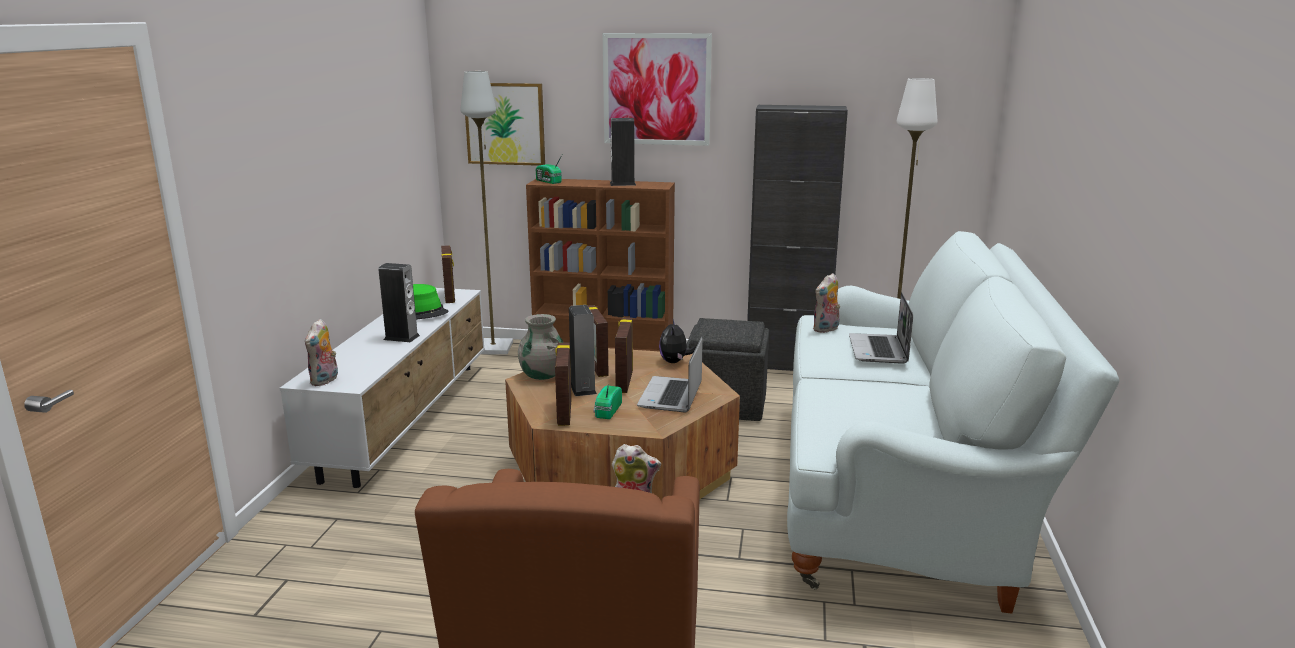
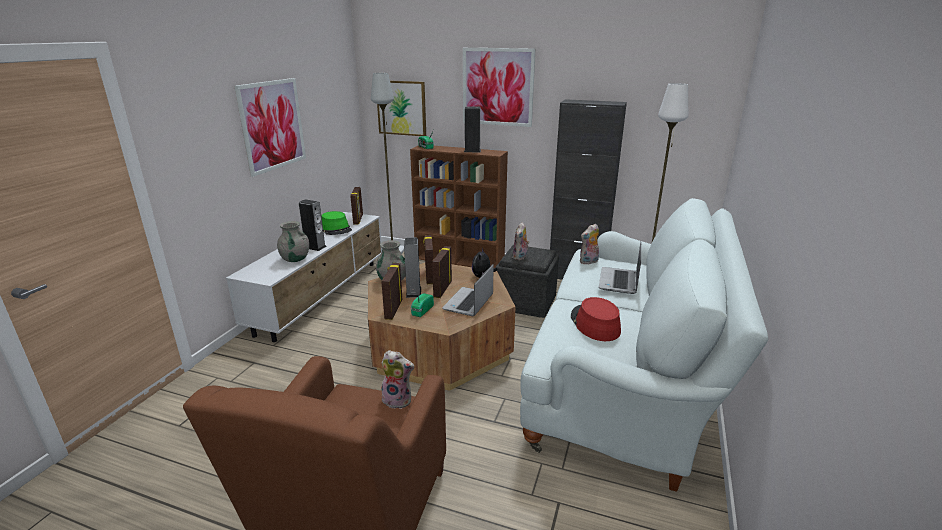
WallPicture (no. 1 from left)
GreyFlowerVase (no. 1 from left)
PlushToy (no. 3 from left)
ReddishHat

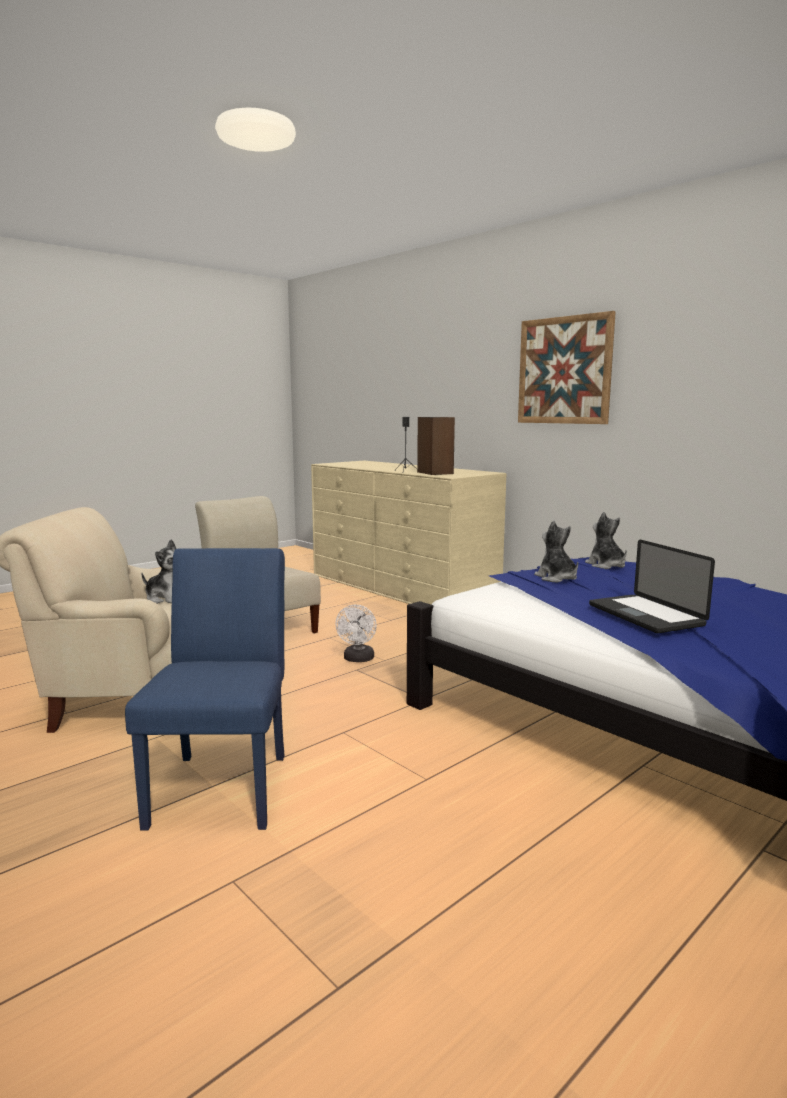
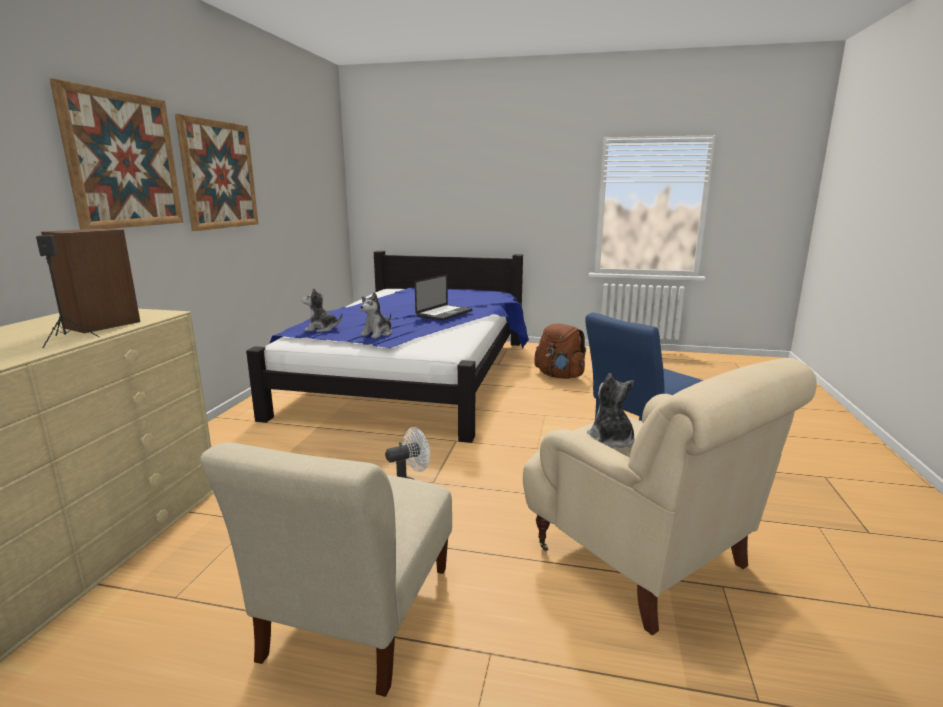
WallPicture (no. 2 from left)
PlushToy (no. 1 from left)
BrownishKnapsack

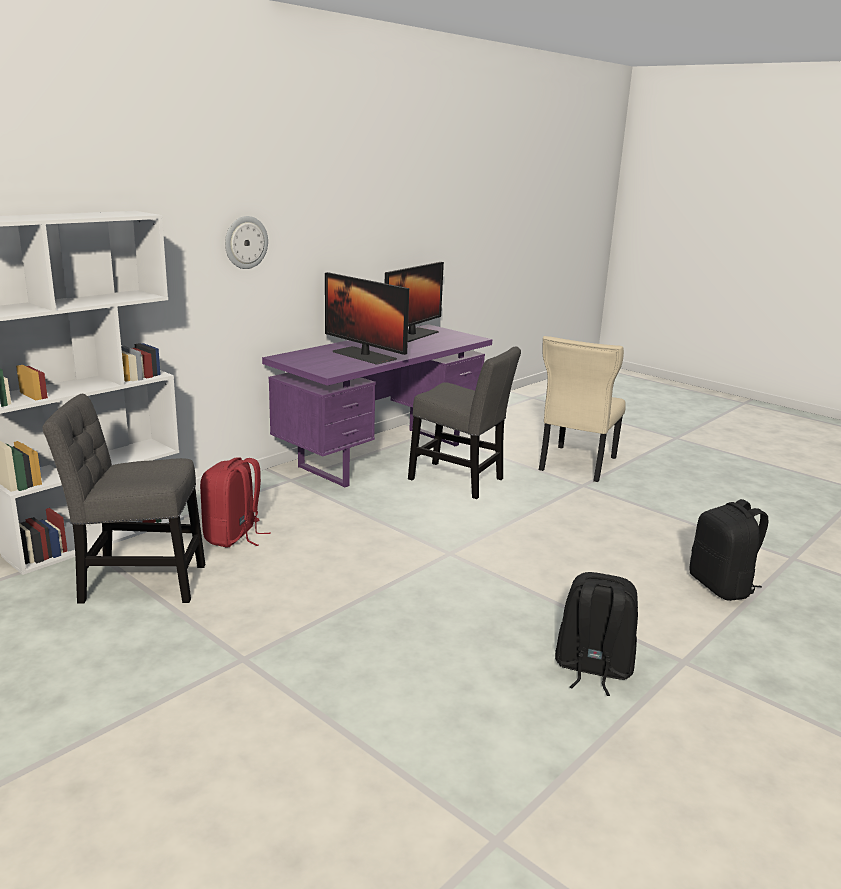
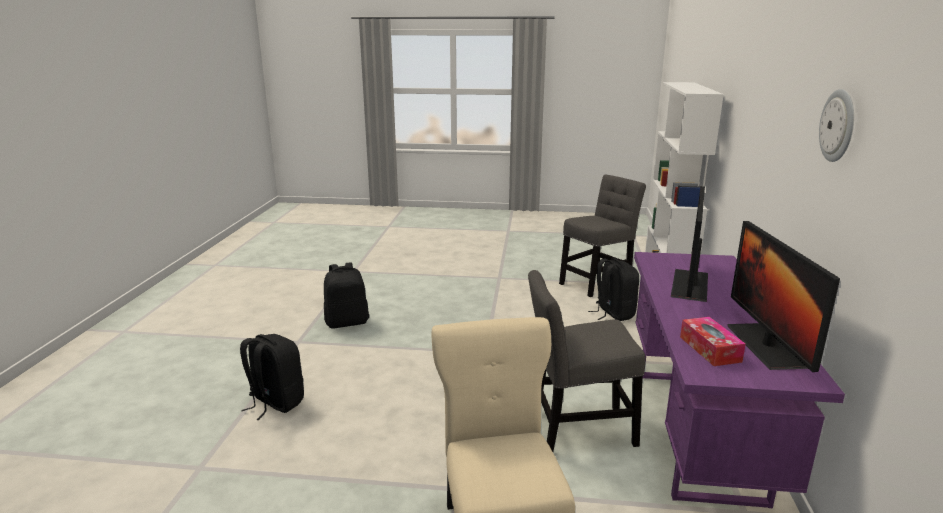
BlackishKnapsack (no. 3 from left)
ComputerDisplay (no. 1 from left)
TissueHolder
HangingClock

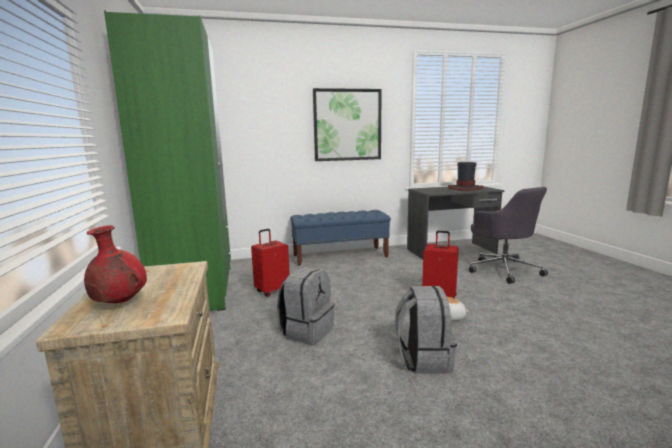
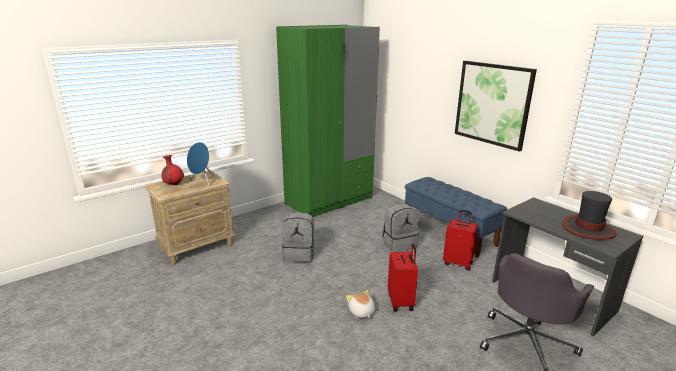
BluishAudioSpeaker
GreyKnapsack (no. 2 from left)
ReddishTravelCase (no. 2 from left)

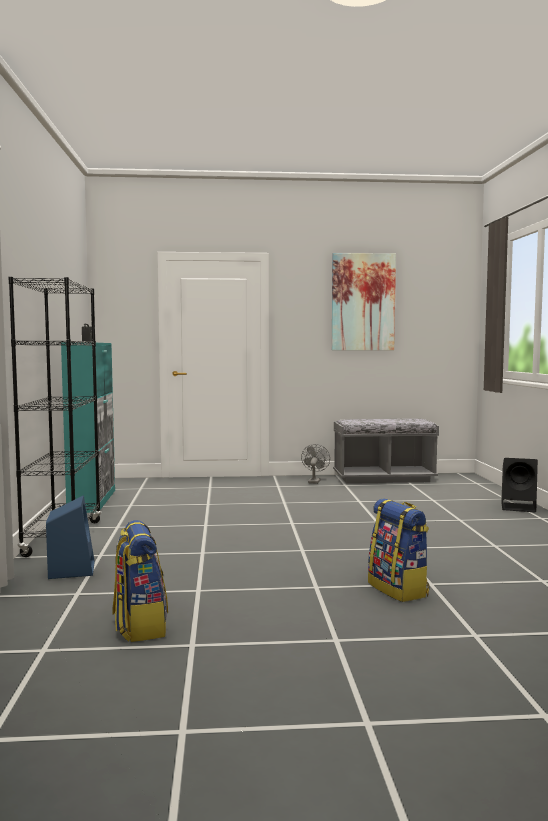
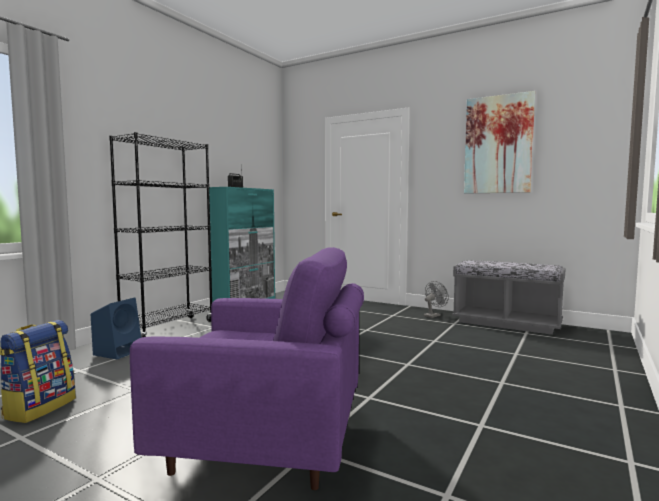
PurpleLoungeChair
BlackishAudioSpeaker

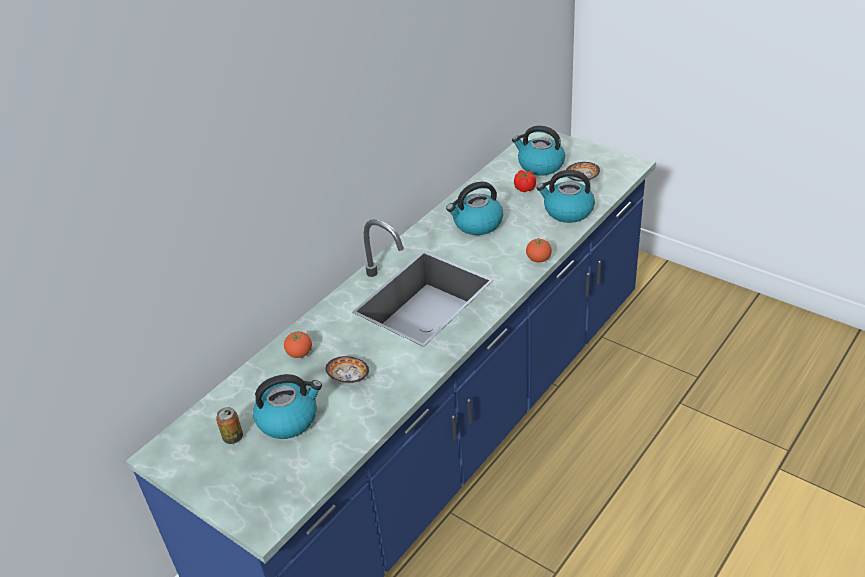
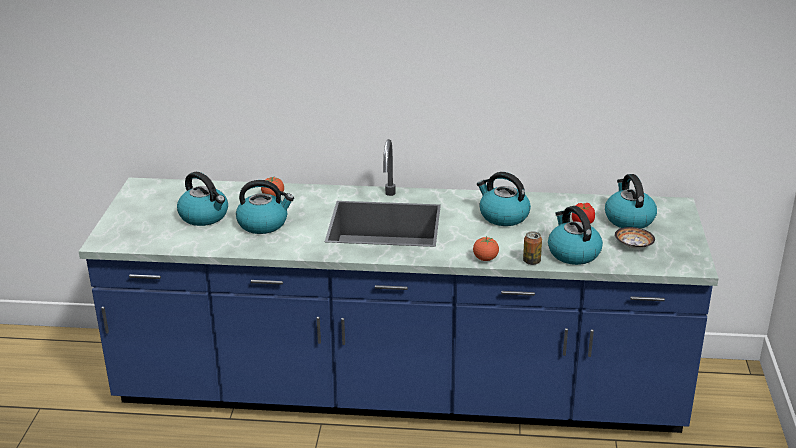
WaterKettle (no. 2 from left)
MetalCan

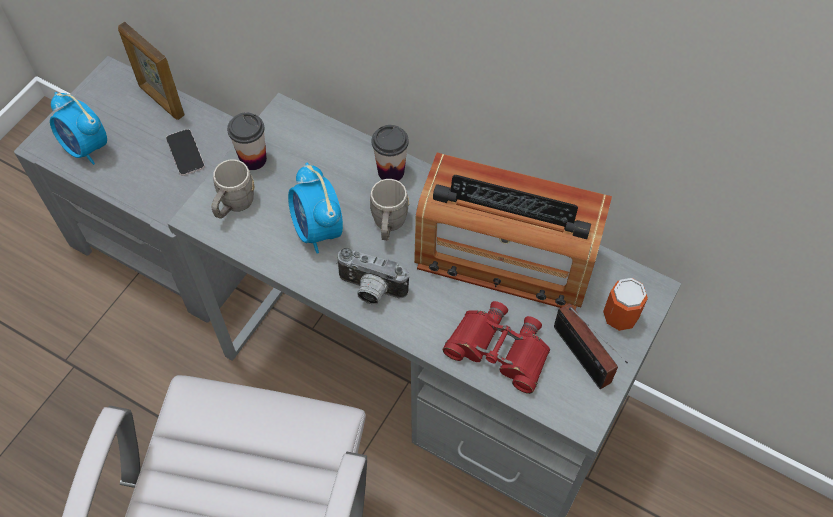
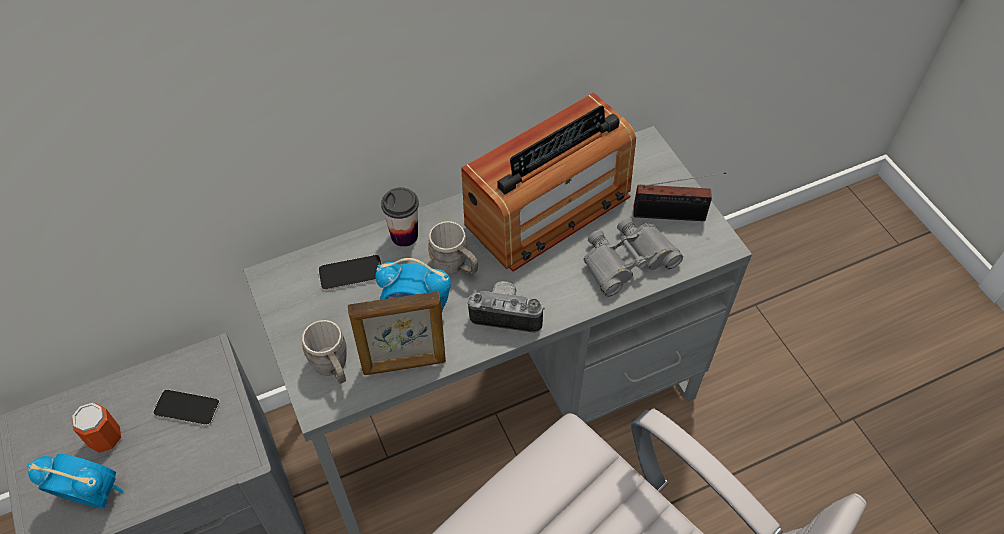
BedsideClock (no. 1 from left)
MetalCan
Handset (no. 2 from left)
StandingFrame
PhotoCamera
GreyFieldGlasses
DrinkingCup (no. 1 from left in the first image)

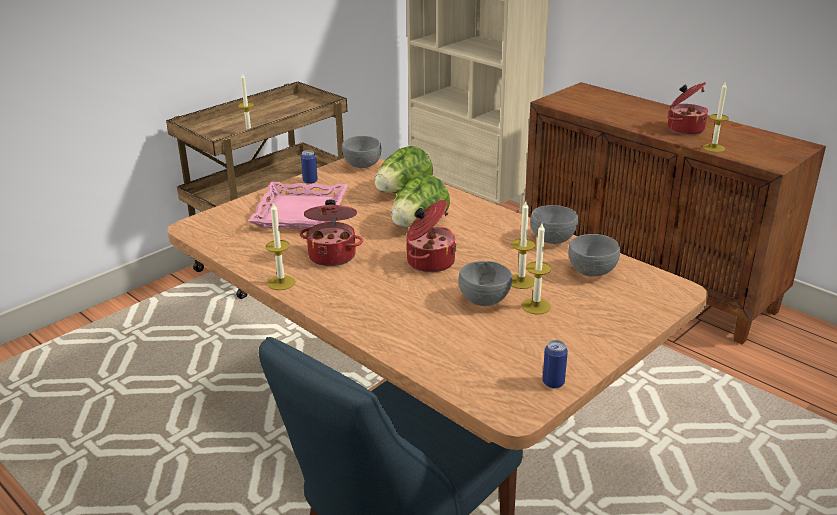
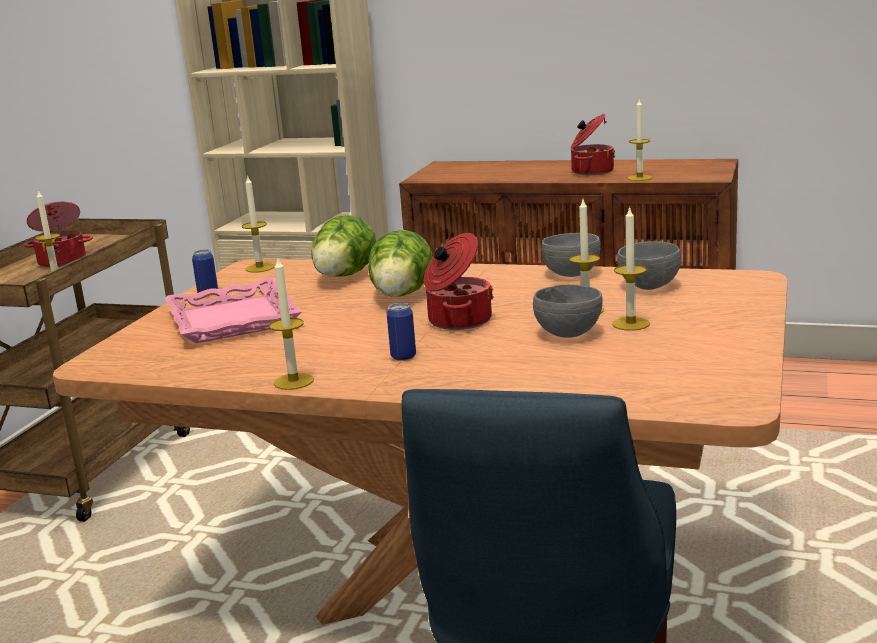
Saucepot (no. 1 from left)
WaxCandle (no. 2 from left)
MetalCan (no. 2 from left)

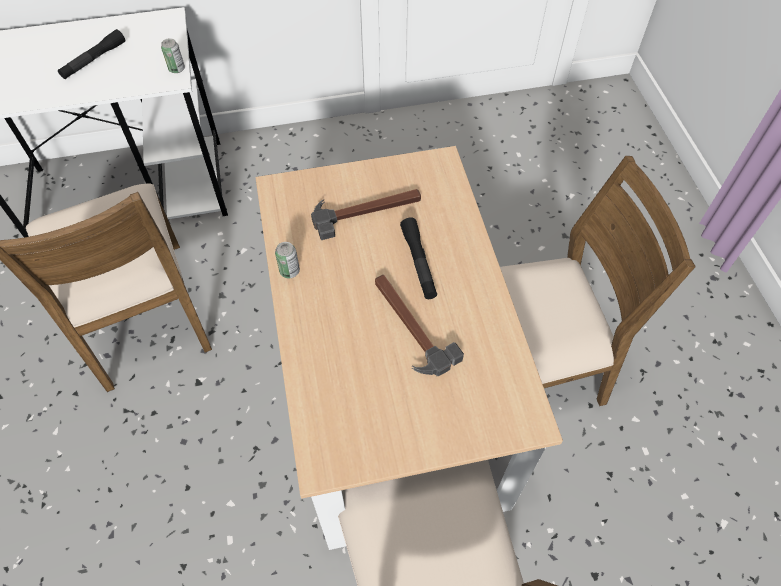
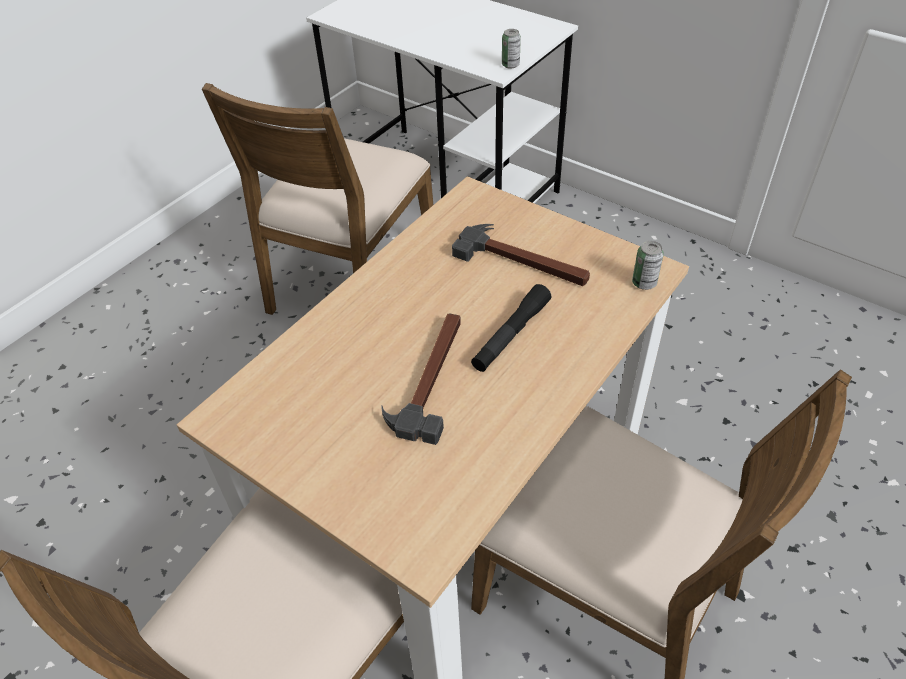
MetalCan (no. 2 from left)
BlackishTorch (no. 1 from left in the first image)

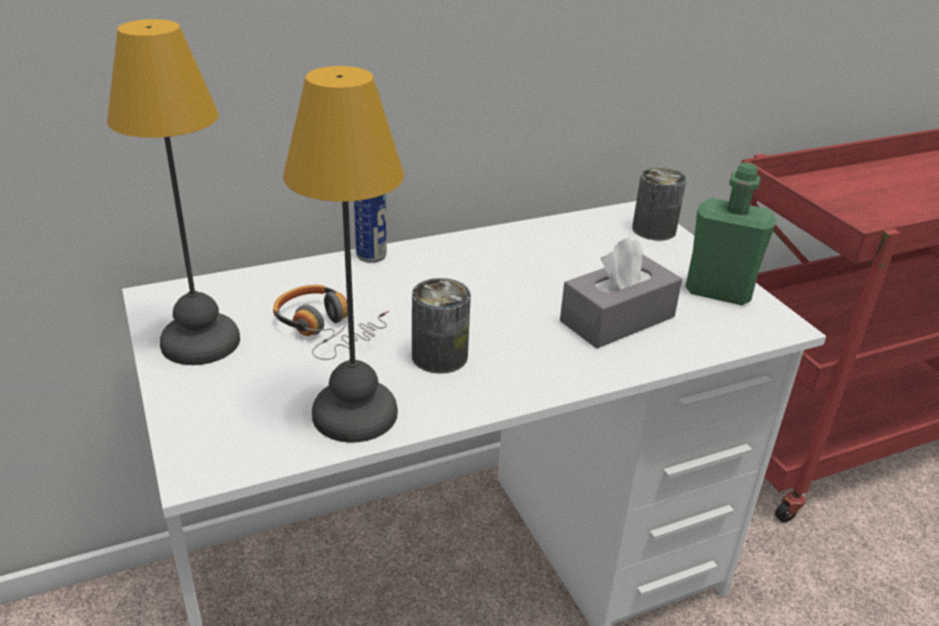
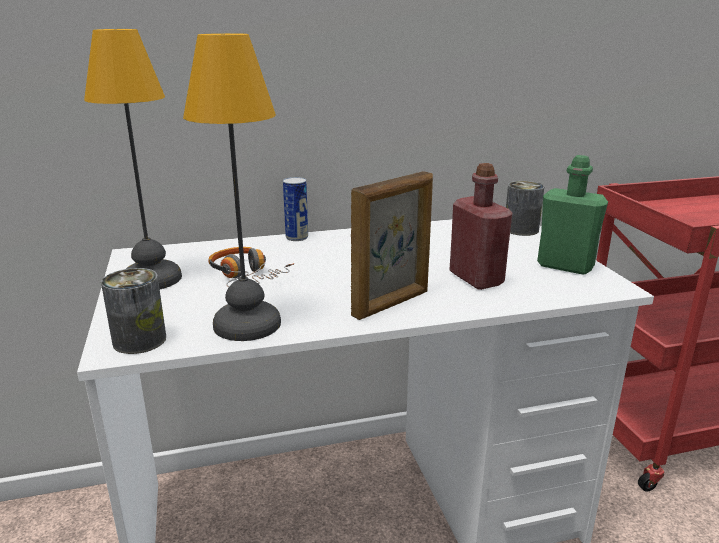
MetalCan (no. 1 from left)
StandingFrame
ReddishDrinkBottle

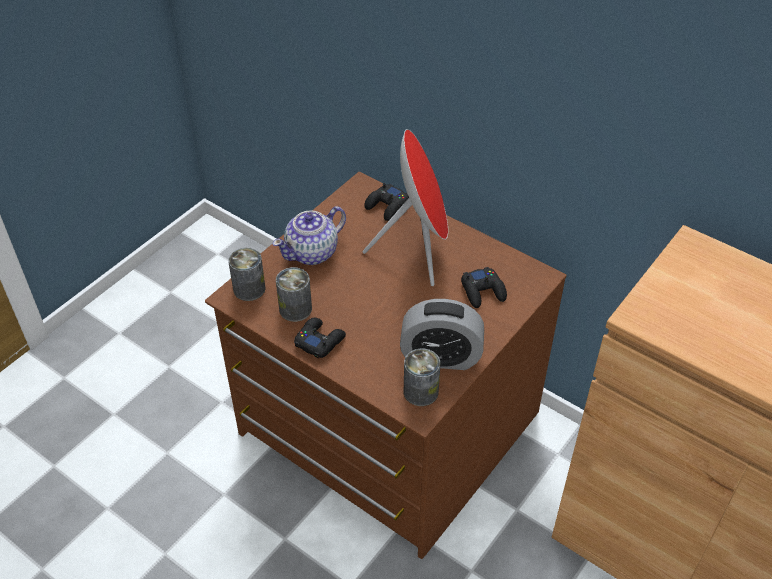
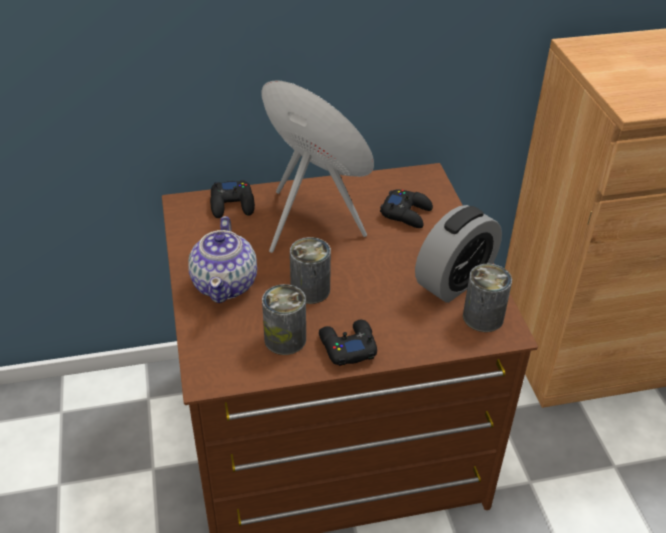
MetalCan (no. 2 from left)

